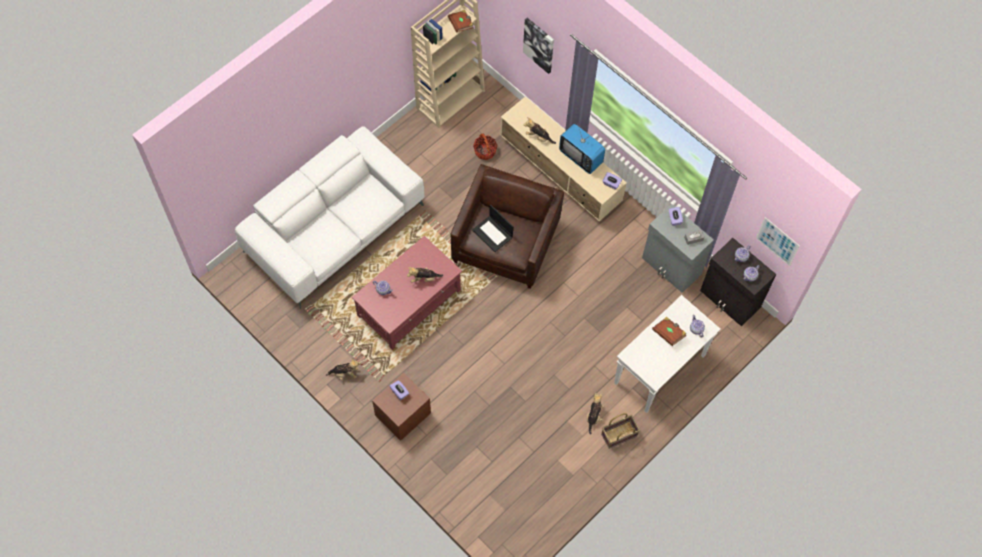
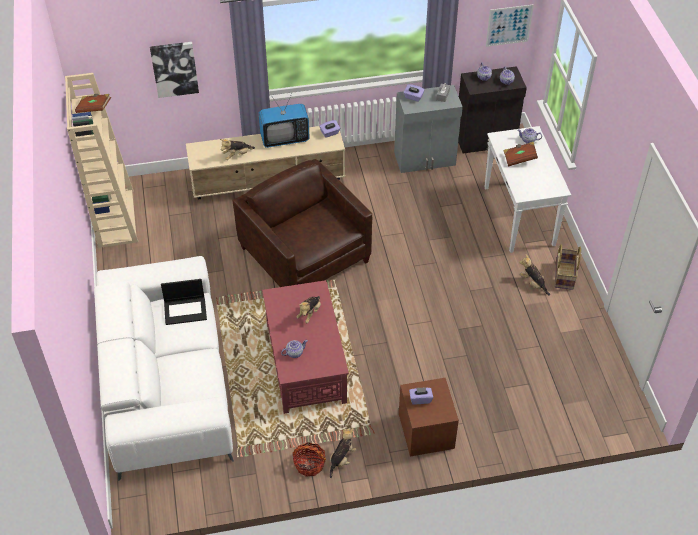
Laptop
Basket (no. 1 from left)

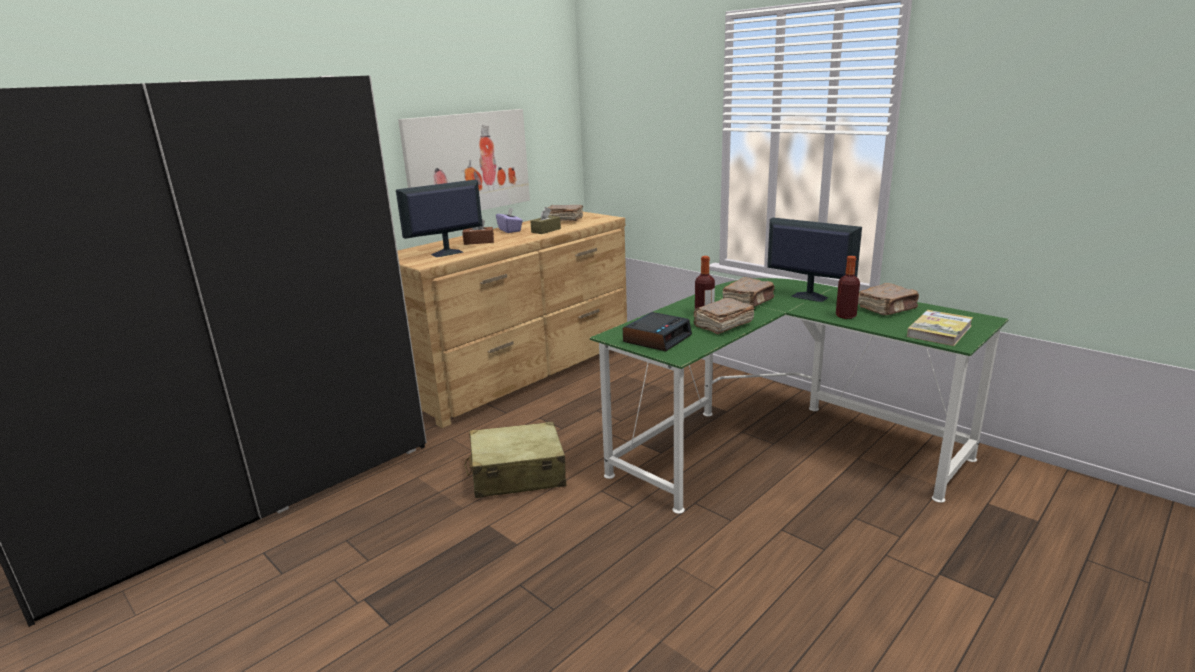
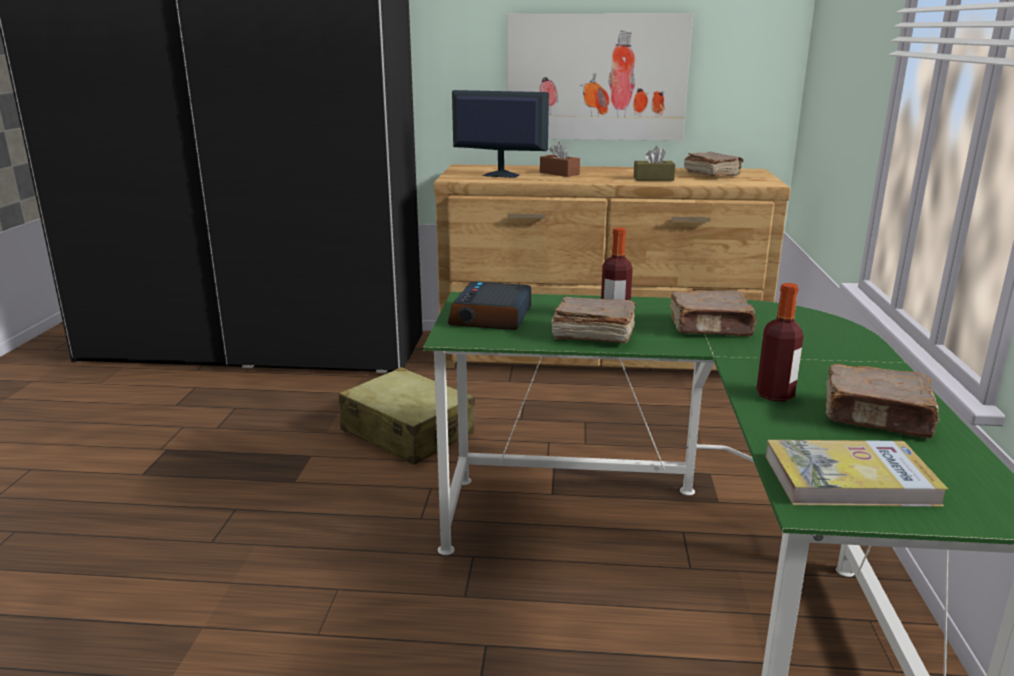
BedsideClock
PurpleTissueHolder
ComputerDisplay (no. 2 from left in the first image)

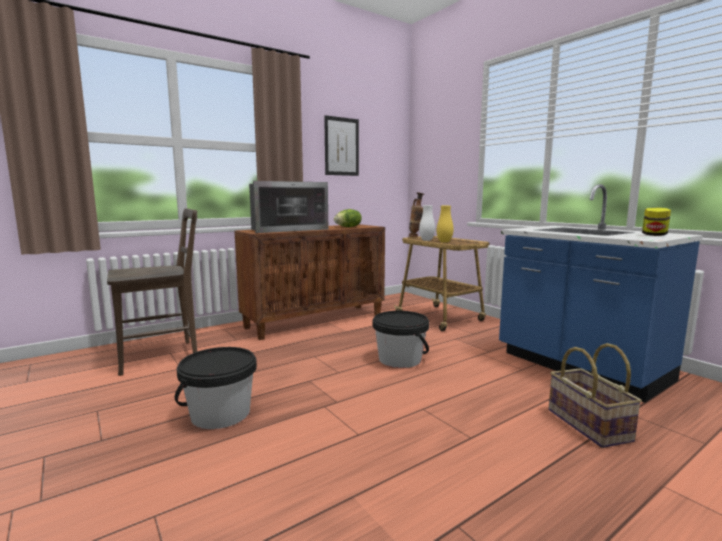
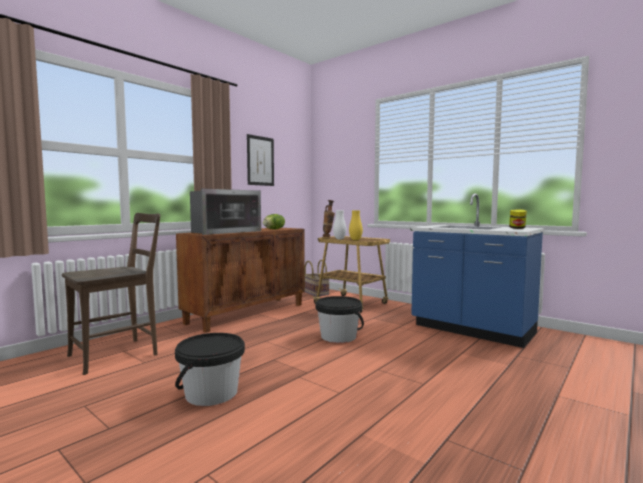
Basket

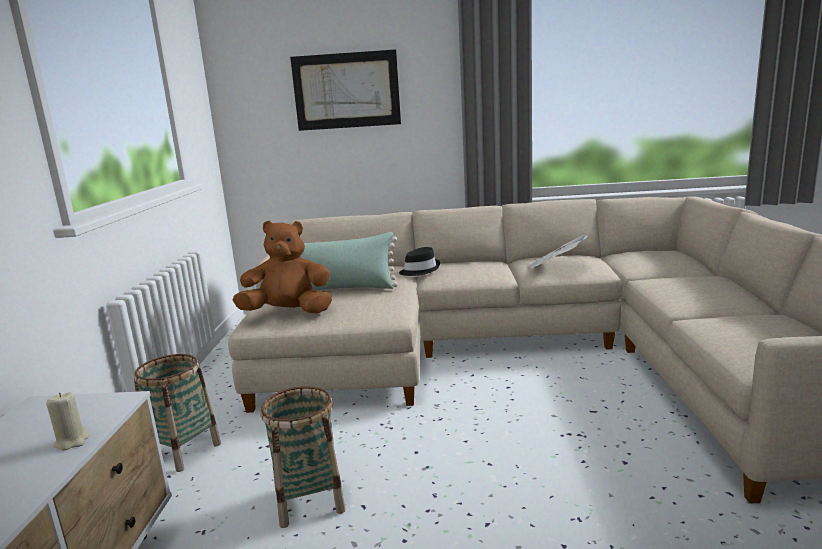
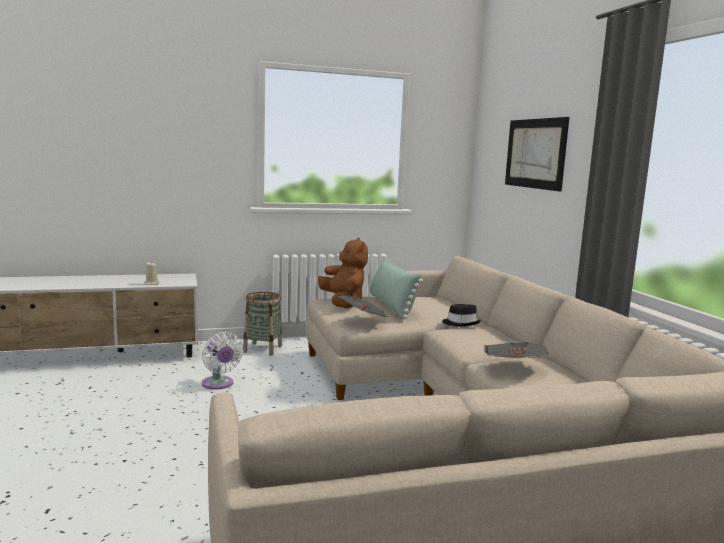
WhiteColouredElectricFan
Newspaper (no. 1 from left)

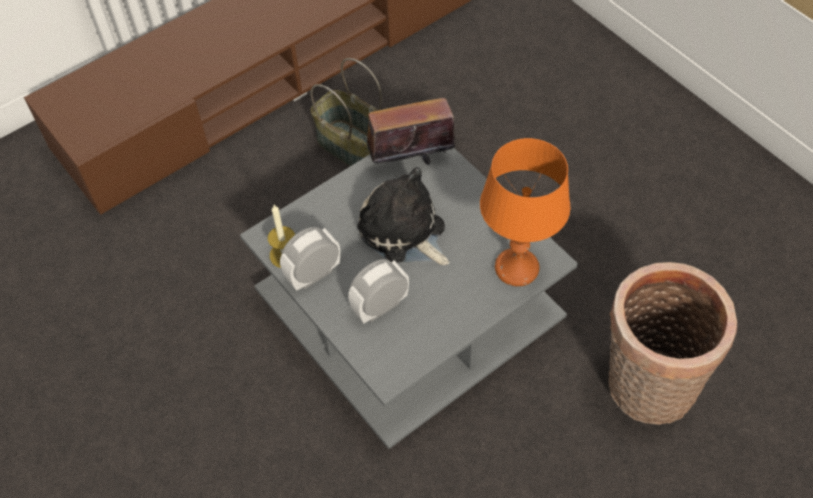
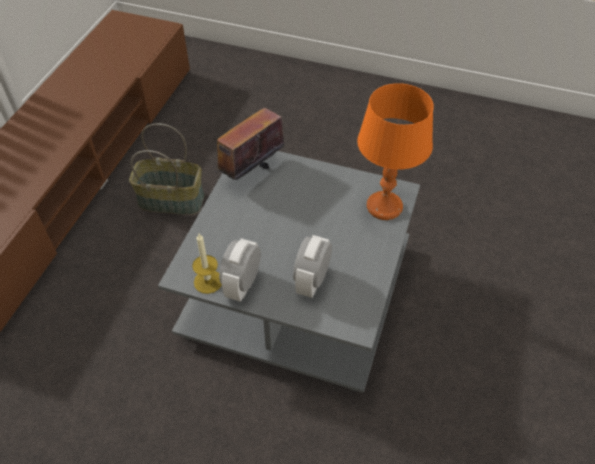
PlushToy
Basket (no. 2 from left in the first image)

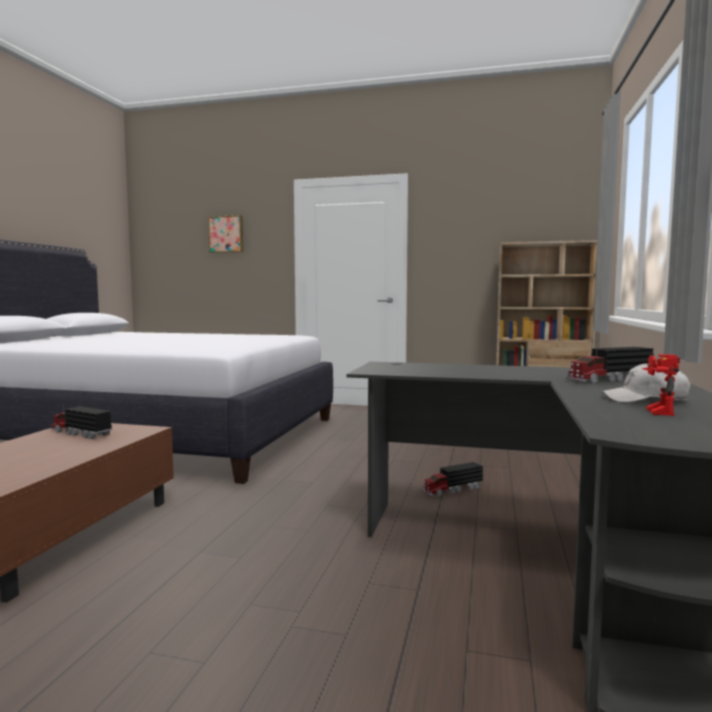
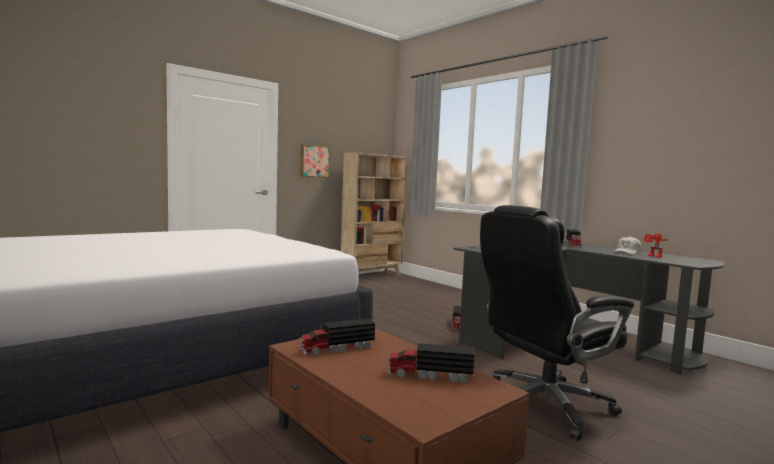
WallPicture
ToyTruck (no. 2 from left)
BlackishOfficeChair

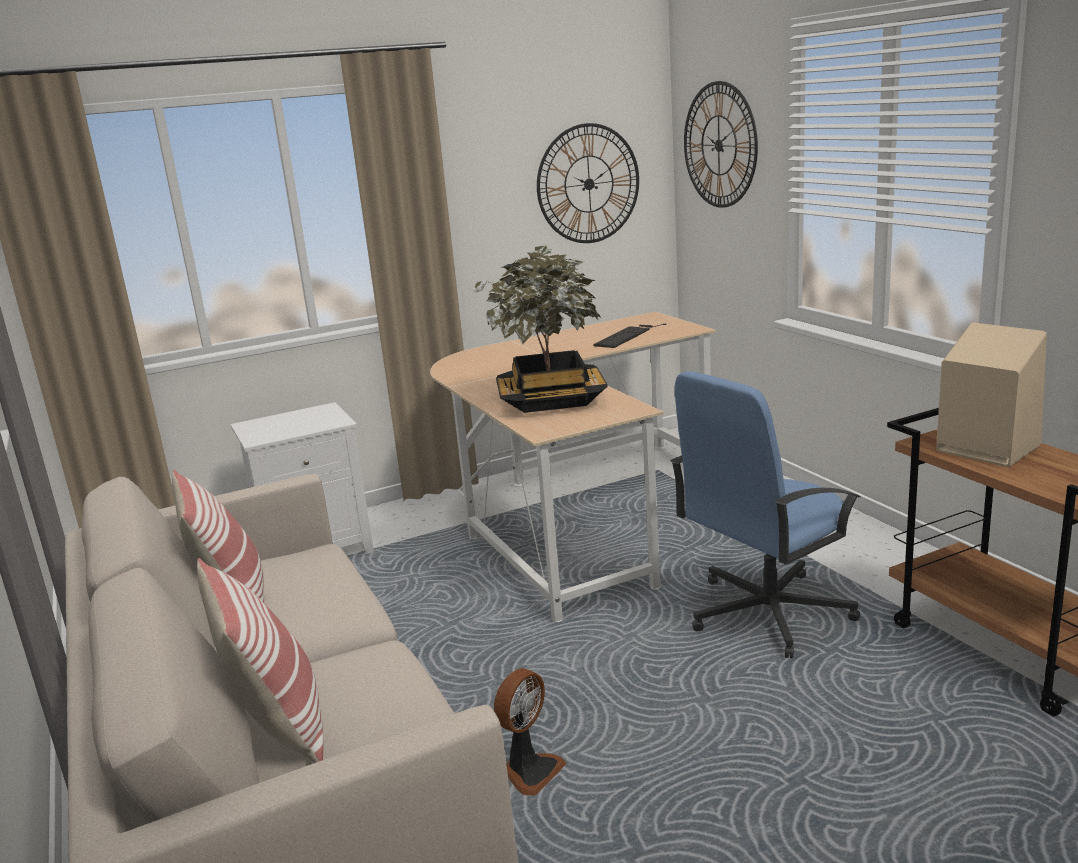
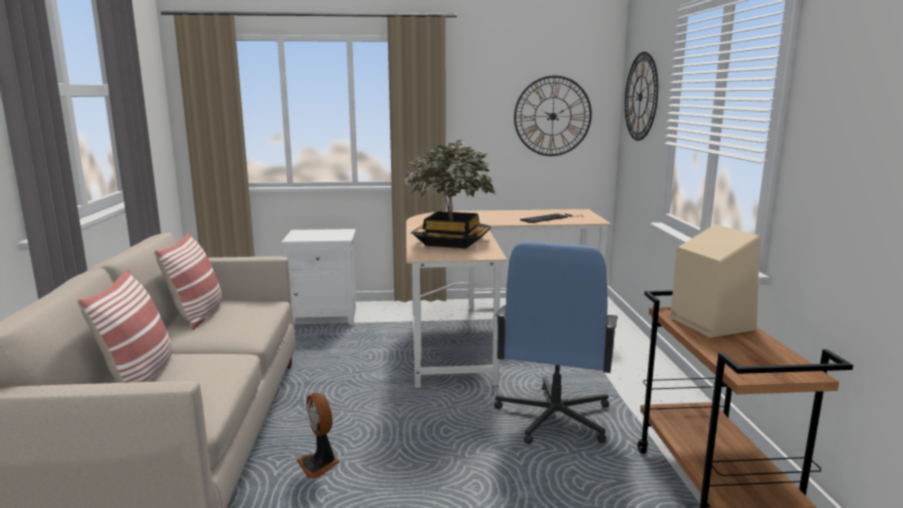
ElectricFan
BluishOfficeChair

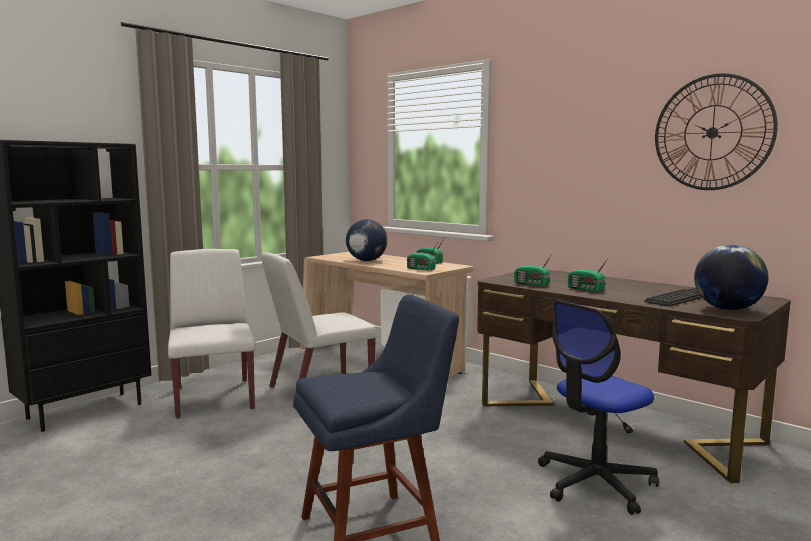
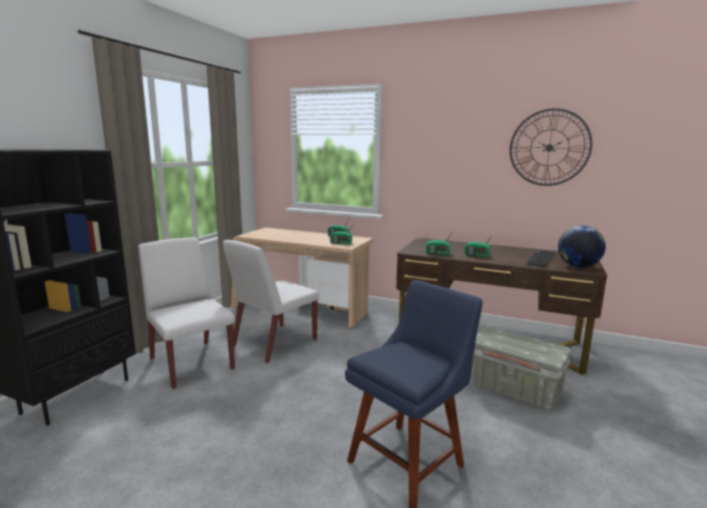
GreyStorageContainer
WorldGlobe (no. 1 from left in the first image)

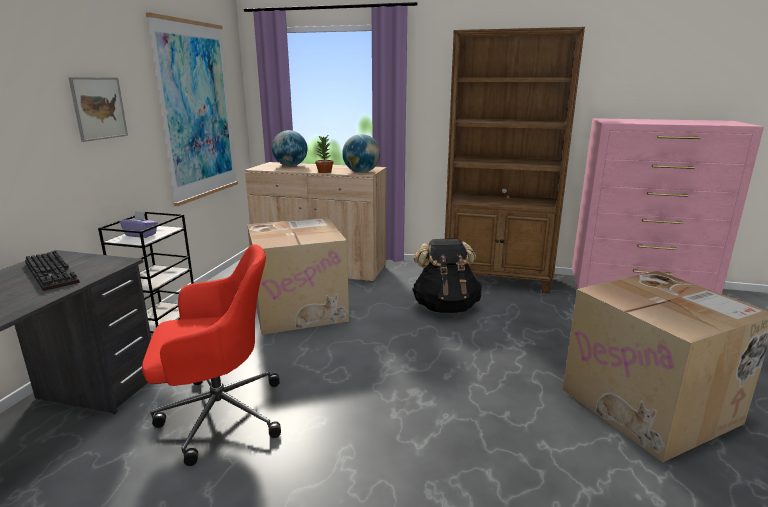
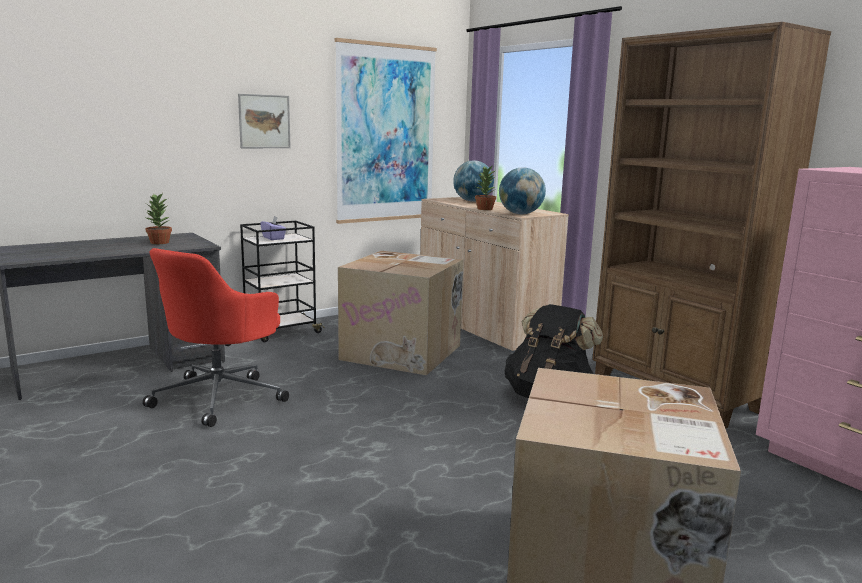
ReddishOfficeChair
Houseplant (no. 1 from left)

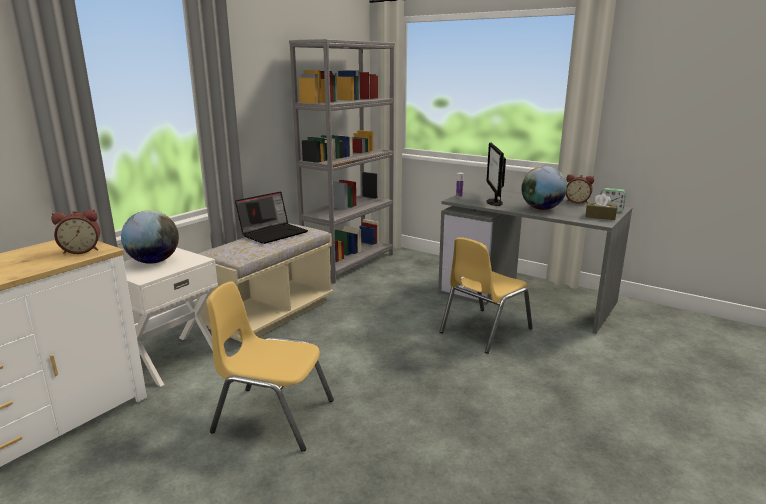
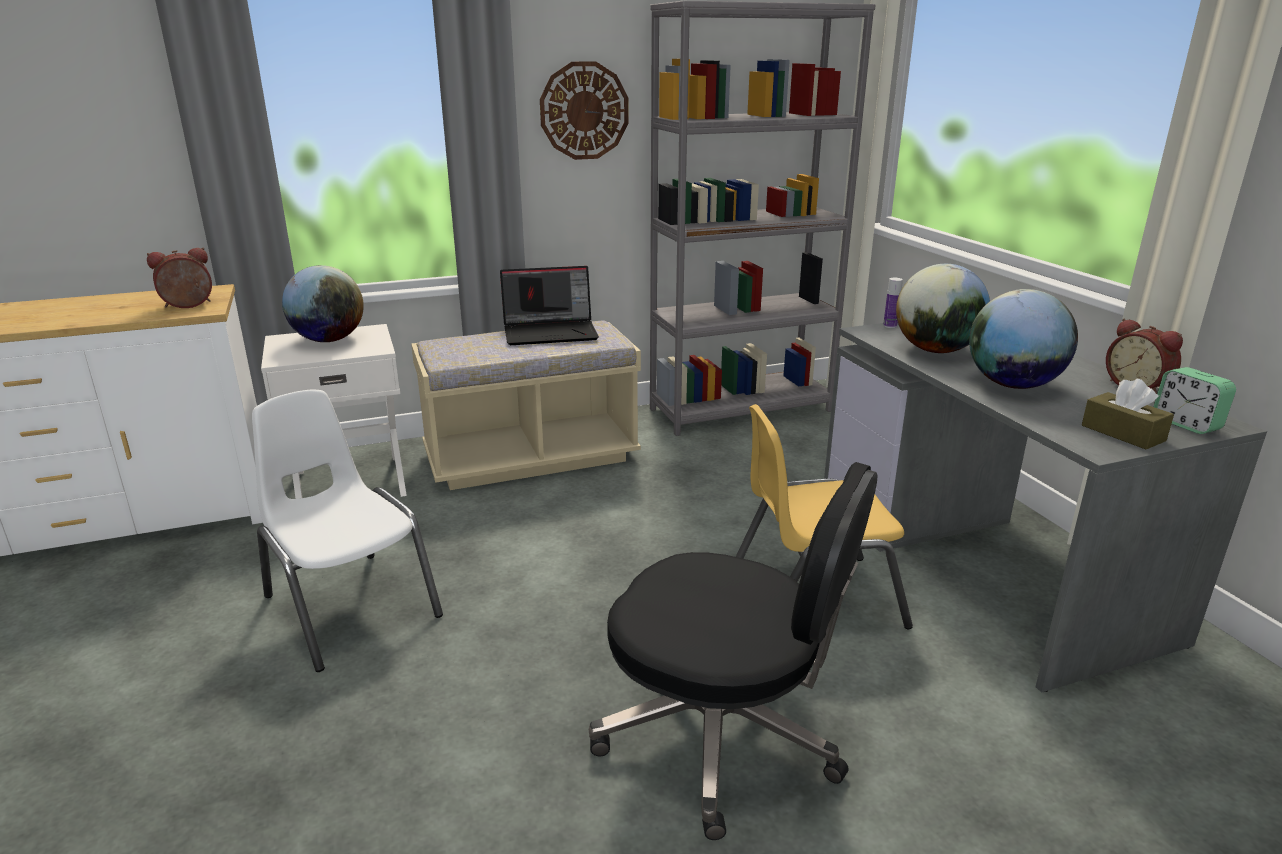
BedsideClock (no. 1 from left)
WhiteColouredChair
HangingClock
BlackishOfficeChair
WorldGlobe (no. 2 from left)

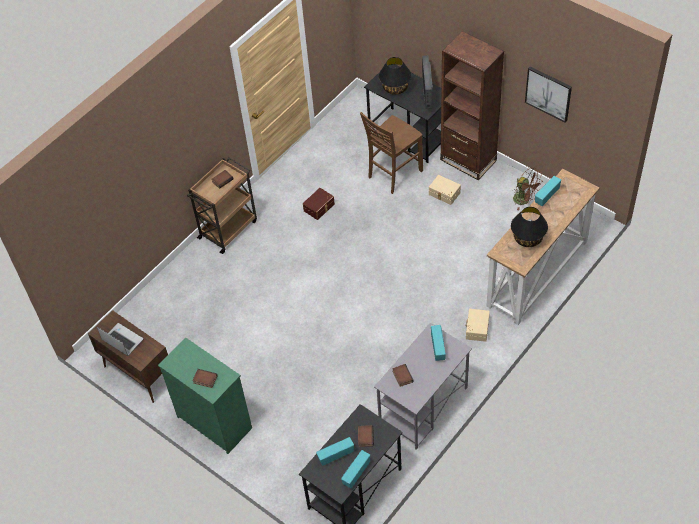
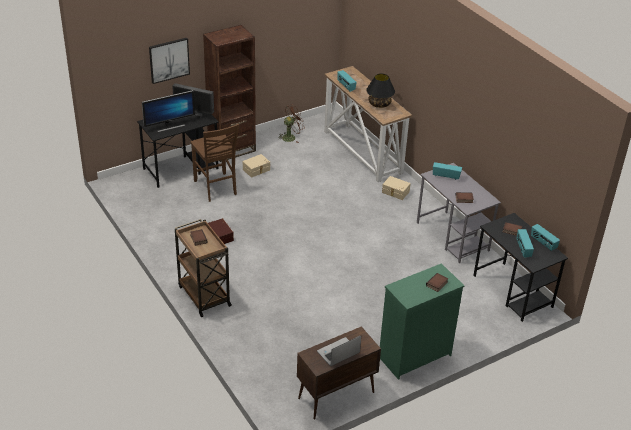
ComputerDisplay (no. 1 from left)
WallPicture

